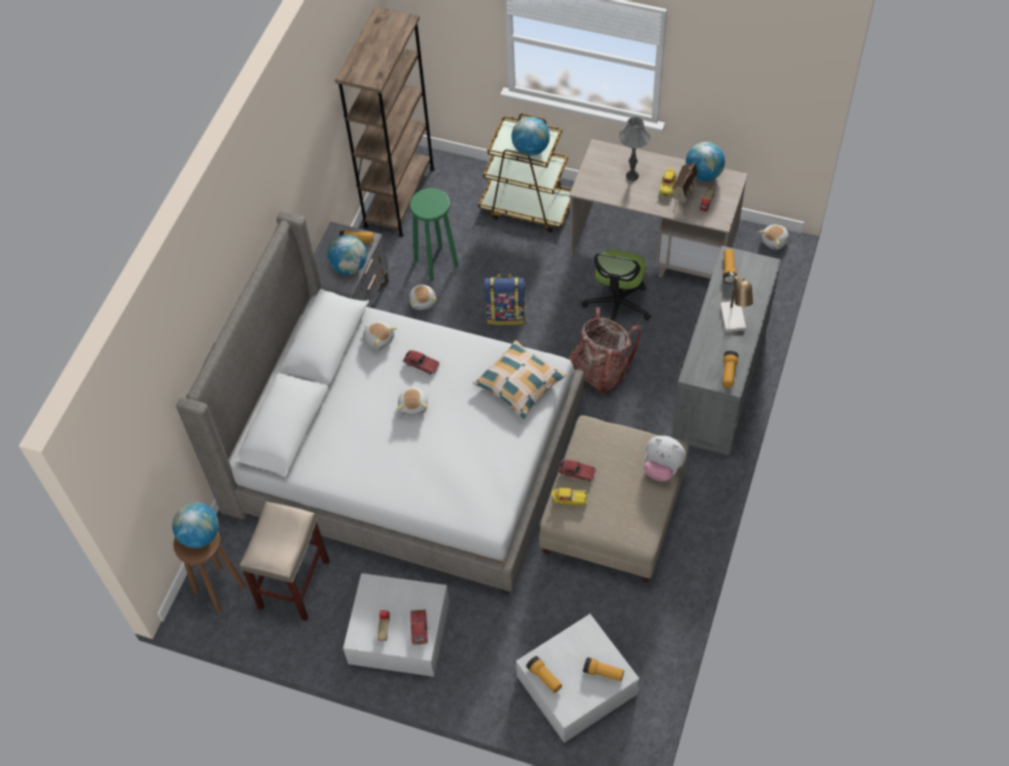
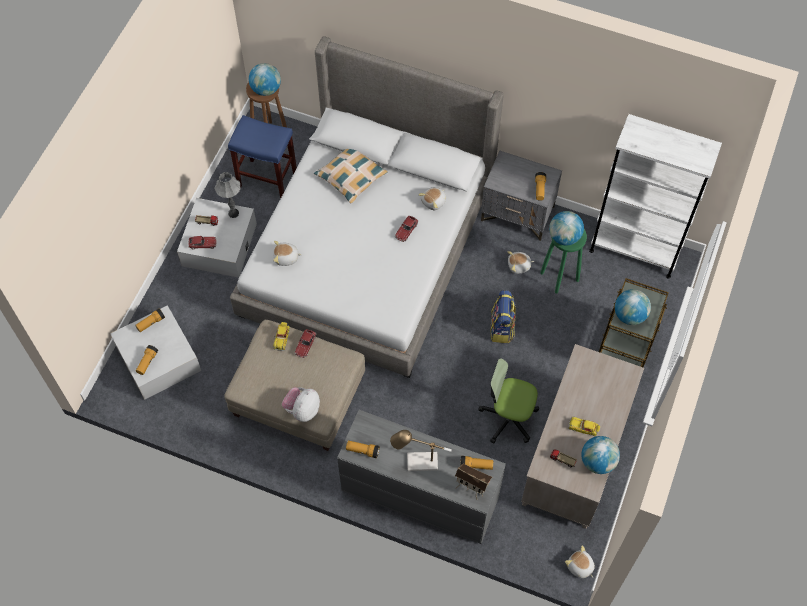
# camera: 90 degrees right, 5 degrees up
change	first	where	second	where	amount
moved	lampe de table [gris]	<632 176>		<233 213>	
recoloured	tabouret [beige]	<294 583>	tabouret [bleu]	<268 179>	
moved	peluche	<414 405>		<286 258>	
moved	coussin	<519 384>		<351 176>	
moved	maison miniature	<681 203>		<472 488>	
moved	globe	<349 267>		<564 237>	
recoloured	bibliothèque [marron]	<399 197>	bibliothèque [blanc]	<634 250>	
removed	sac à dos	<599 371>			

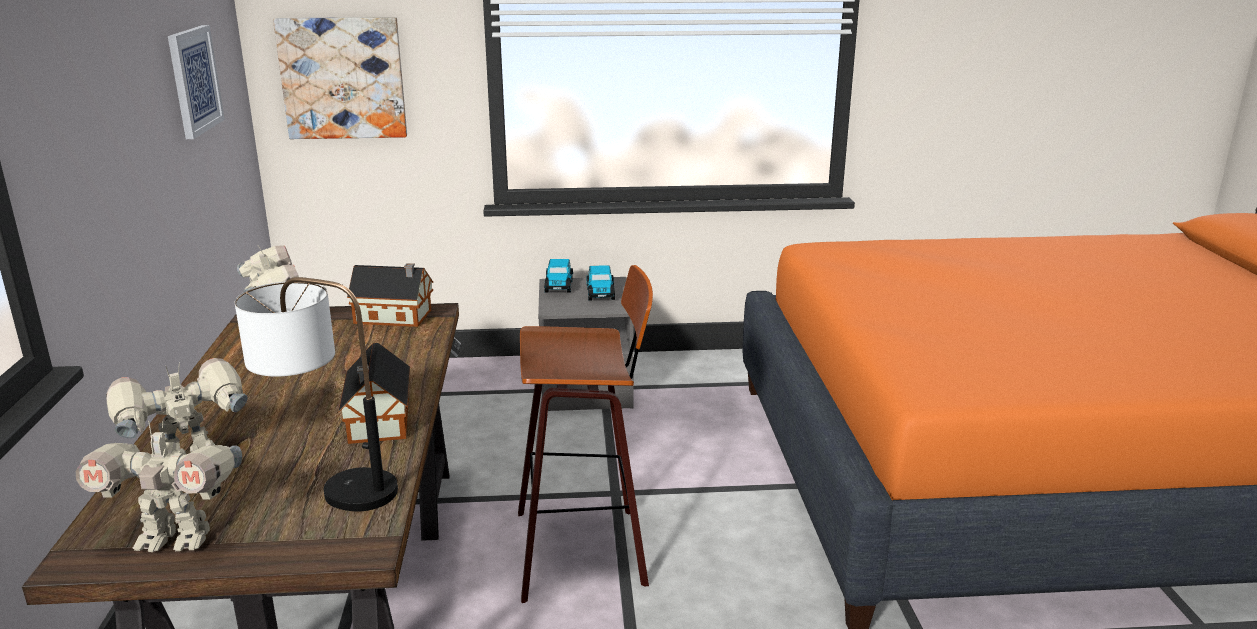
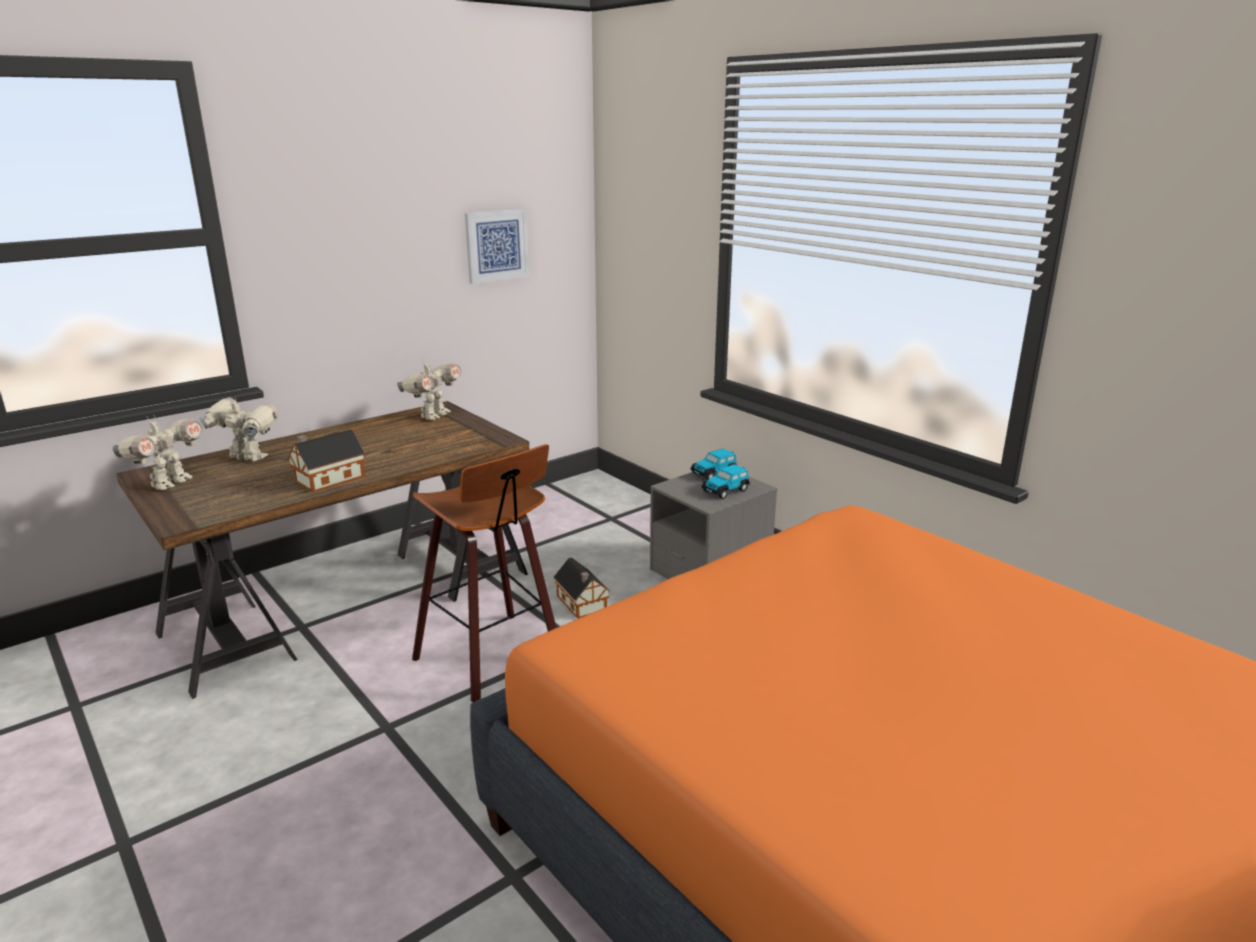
# camera: 55 degrees right, 0 degrees up
change	first	where	second	where	amount
turned	robot jouet	<176 539>		<169 483>	120 degrees counterclockwise
moved	maison miniature	<396 317>		<582 604>	
removed	lampe de table	<330 485>			
removed	tableau	<343 78>			

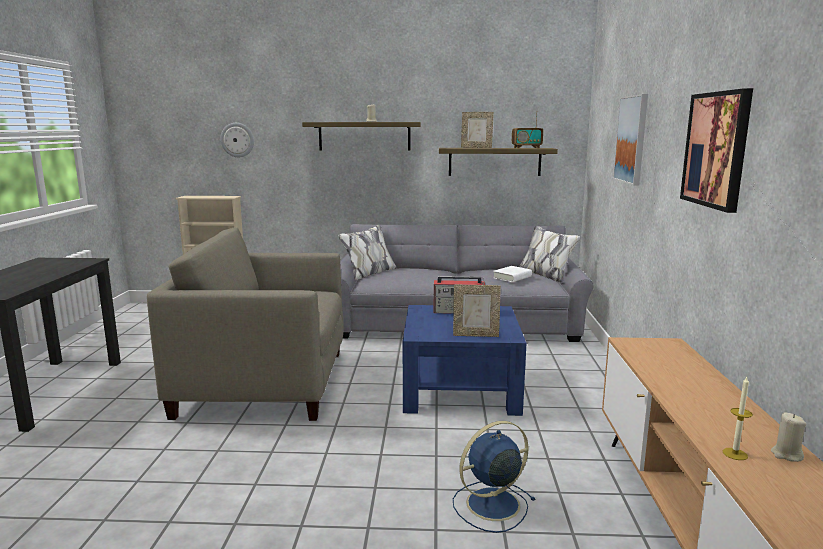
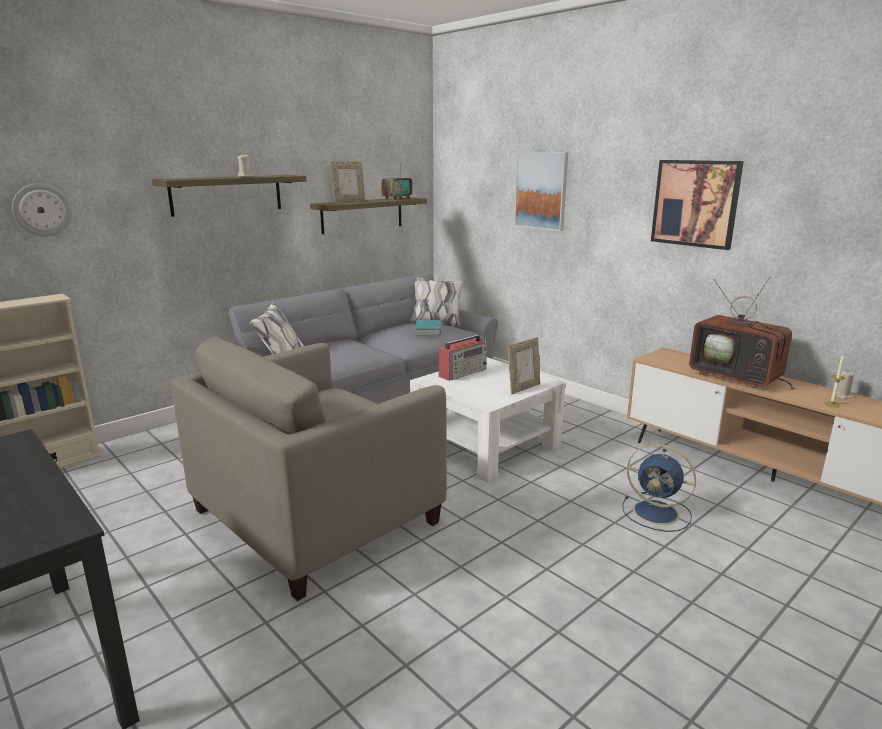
# camera: 45 degrees left, 5 degrees up
change	first	where	second	where	amount
recoloured	table basse [bleu]	<460 388>	table basse [blanc]	<485 445>	
recoloured	livre [blanc]	<512 277>	livre [turquoise]	<428 331>	
turned	ventilateur [bleu]	<491 505>		<658 513>	75 degrees counterclockwise
added			téléviseur	<738 377>	

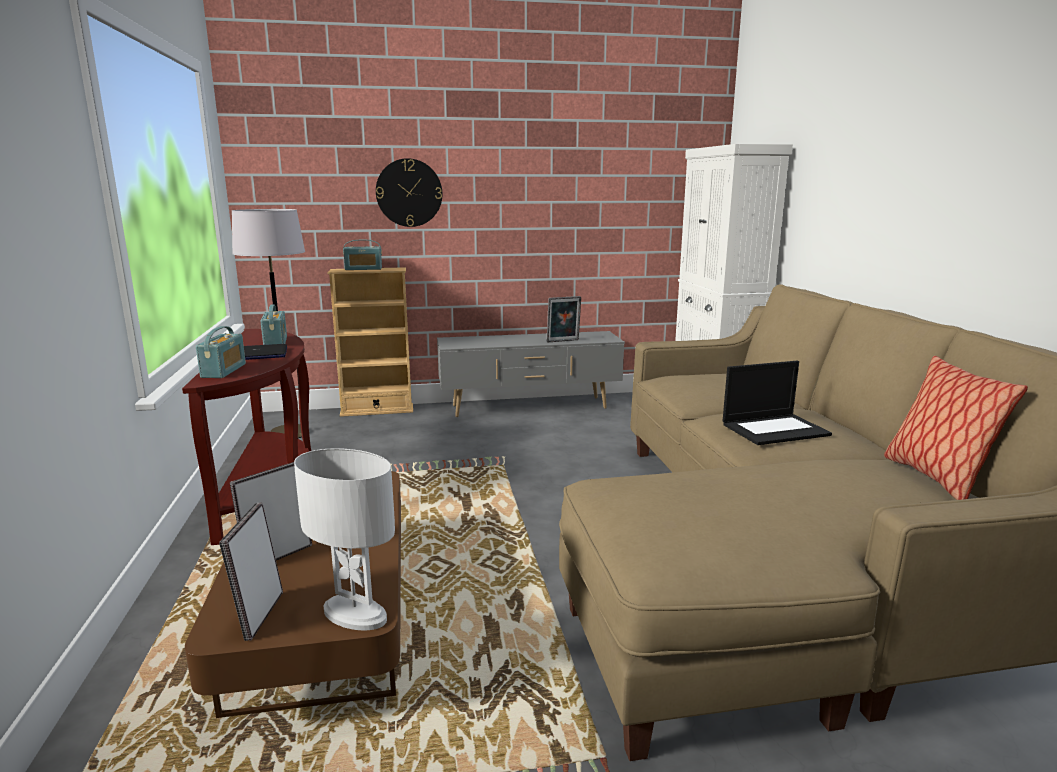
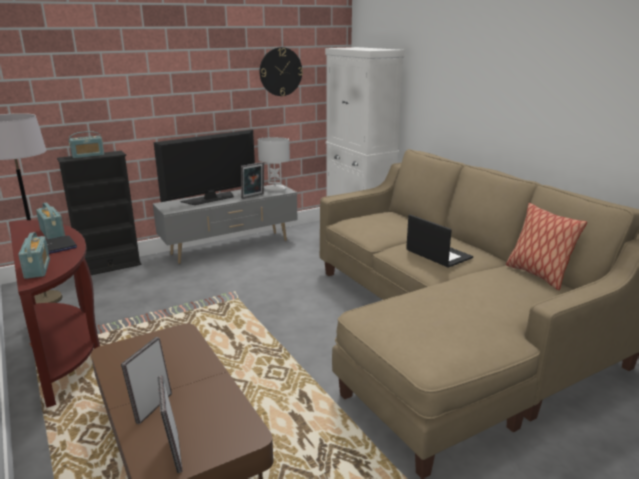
# camera: 20 degrees left, 5 degrees up
change	first	where	second	where	amount
recoloured	bibliothèque [beige]	<377 410>	bibliothèque [noir]	<110 267>	
added			téléviseur	<210 199>	
moved	lampe de table [blanc]	<356 614>		<275 189>	
moved	horloge murale	<409 193>		<280 71>	
turned	ordinateur portable	<775 429>		<437 254>	90 degrees counterclockwise

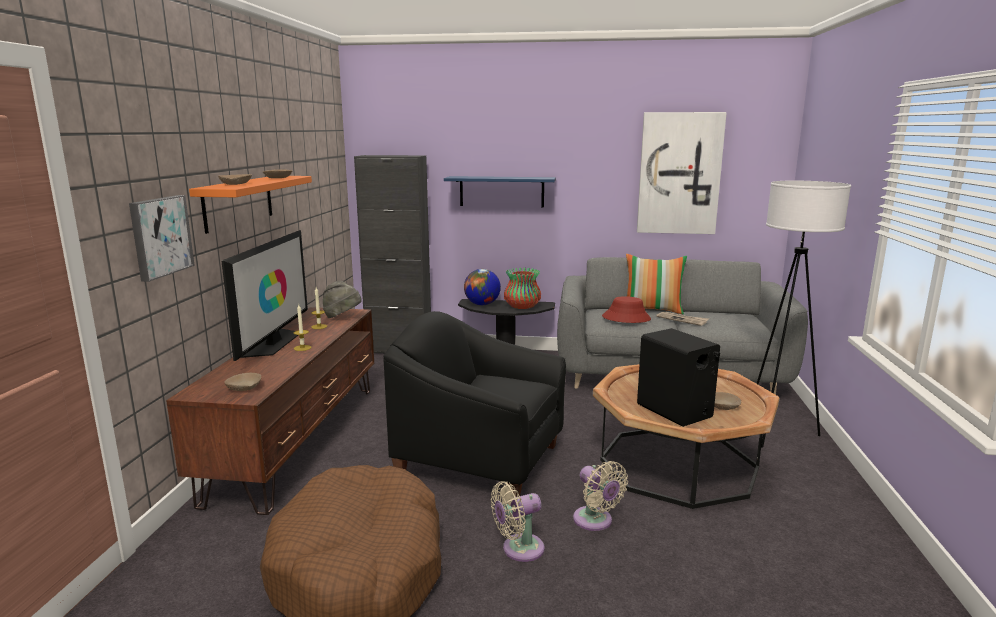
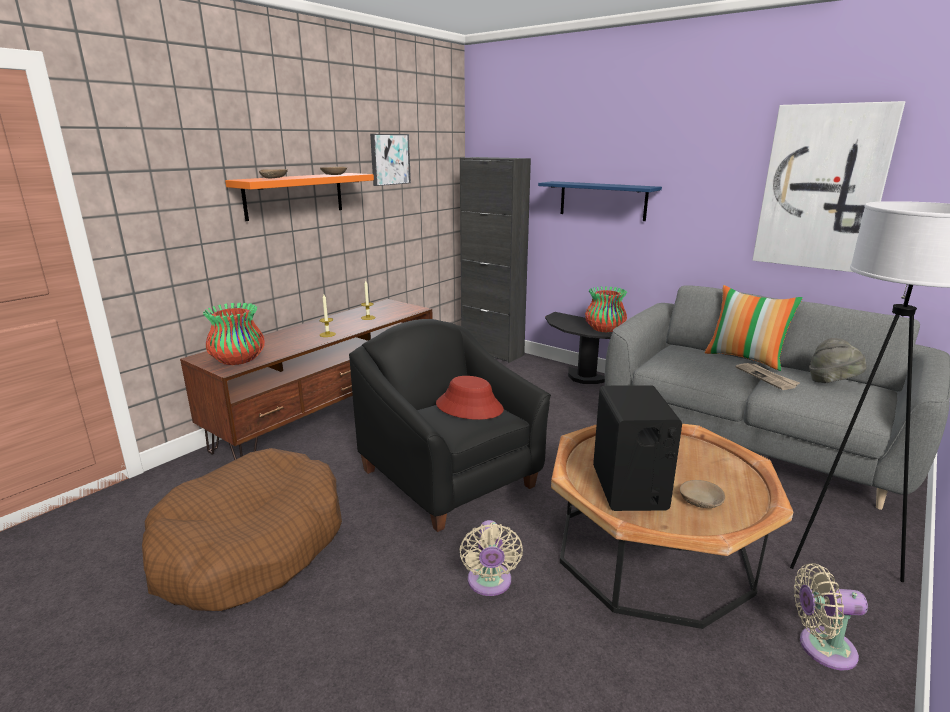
# camera: 30 degrees right, 5 degrees up
change	first	where	second	where	amount
replaced	bol [beige]	<244 388>	vase	<238 360>	
moved	tableau	<160 236>		<389 159>	
moved	chapeau [rouge]	<626 318>		<469 407>	
moved	ventilateur [beige]	<519 549>		<821 647>	
moved	chapeau [gris]	<342 317>		<832 383>	
removed	téléviseur	<273 343>			
removed	globe	<482 304>			

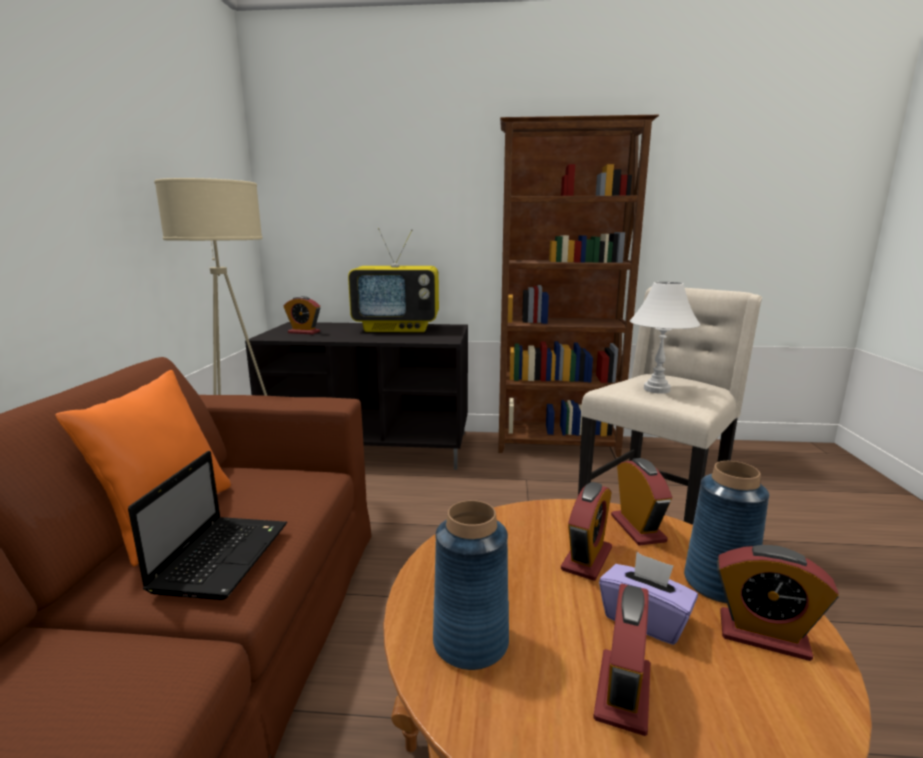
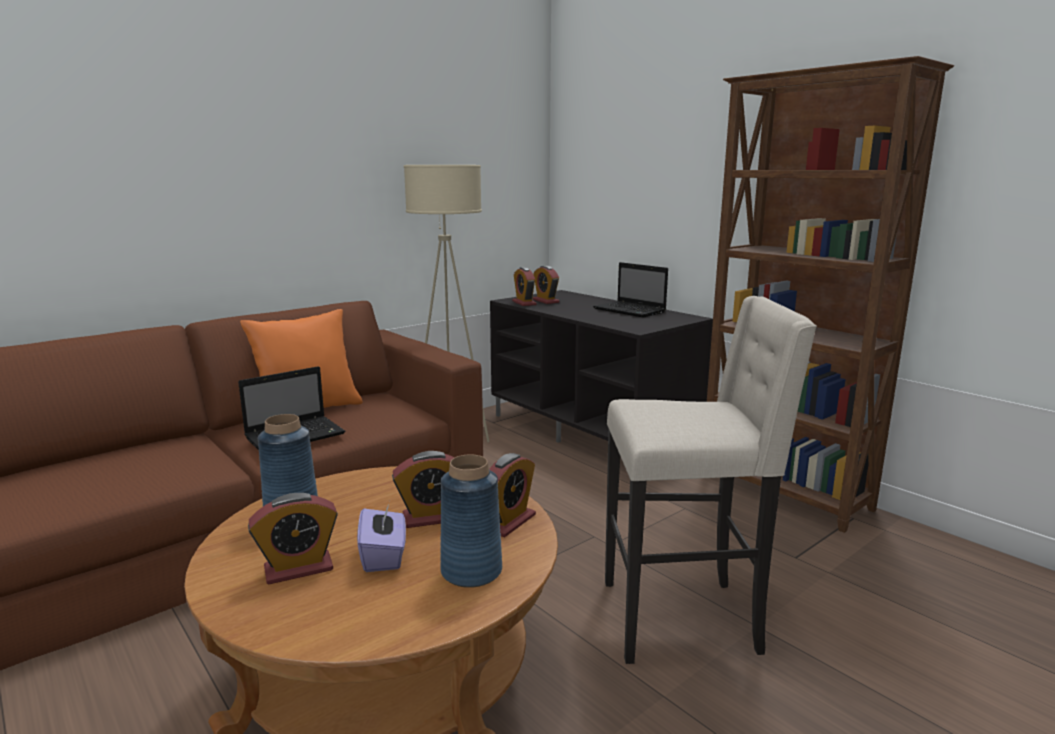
# camera: 45 degrees right, 0 degrees up
change	first	where	second	where	amount
moved	réveil	<763 635>		<524 303>	
replaced	téléviseur	<398 328>	ordinateur portable	<631 310>	
removed	lampe de table [blanc]	<657 389>			

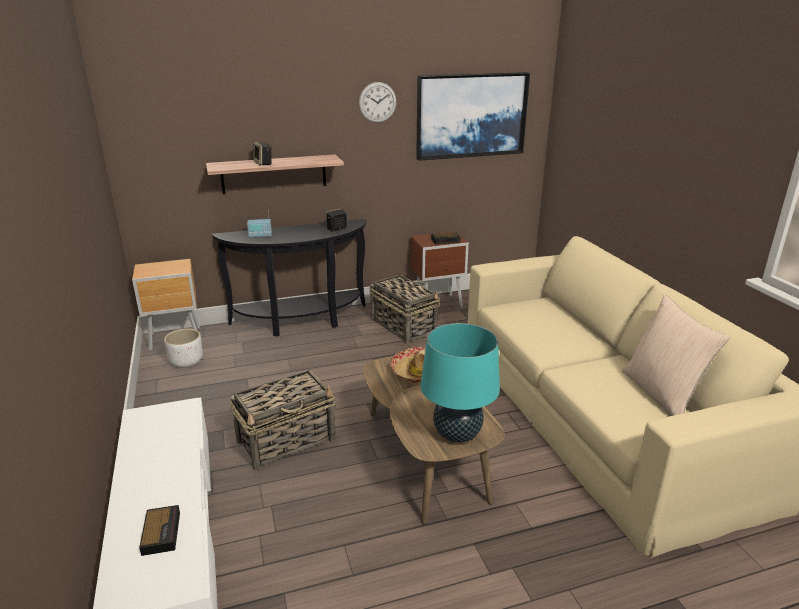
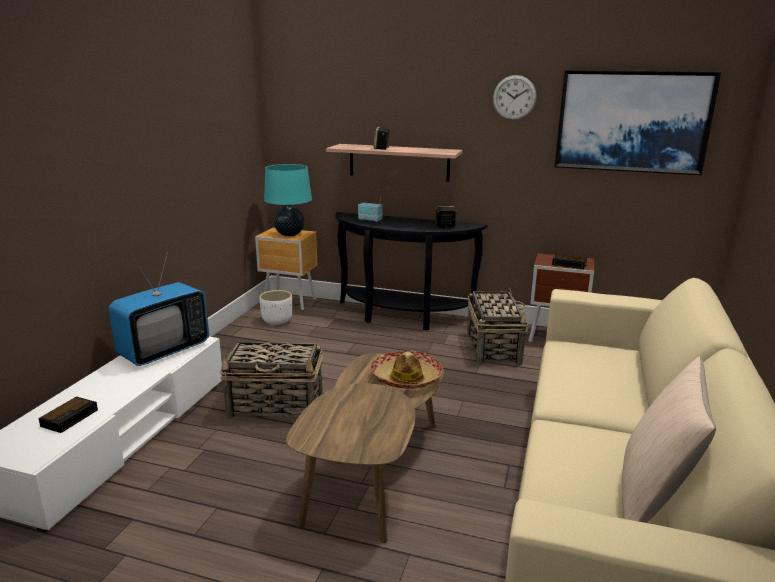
# camera: 35 degrees right, 5 degrees down
change	first	where	second	where	amount
added			téléviseur	<164 351>	
moved	lampe de table [turquoise]	<457 434>		<290 234>	

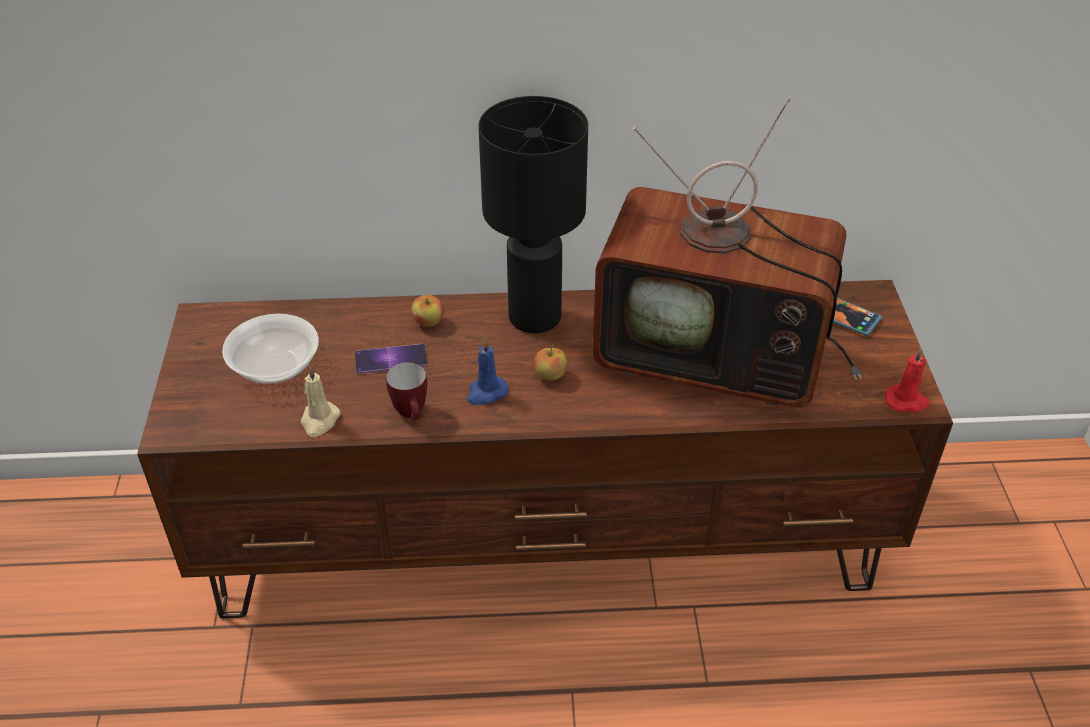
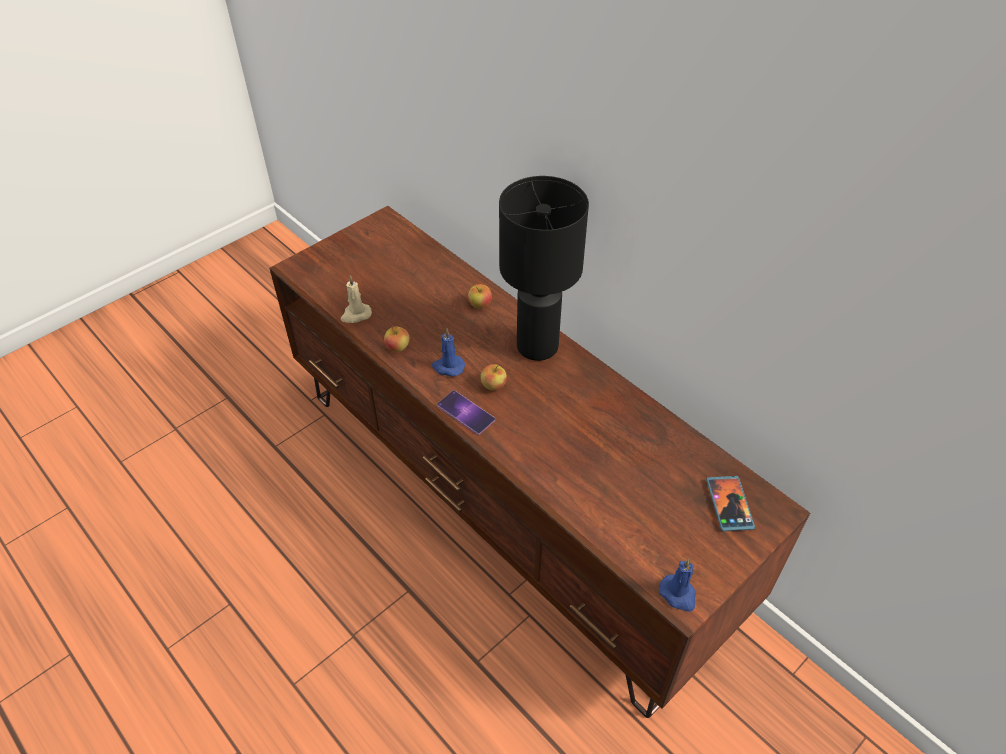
# camera: 50 degrees right, 5 degrees up
change	first	where	second	where	amount
replaced	mug	<412 415>	pomme	<397 348>	
moved	téléphone	<390 359>		<465 412>	
recoloured	bougie [rouge]	<906 401>	bougie [bleu]	<678 594>	
removed	bol	<275 366>			
removed	téléviseur	<718 354>			

